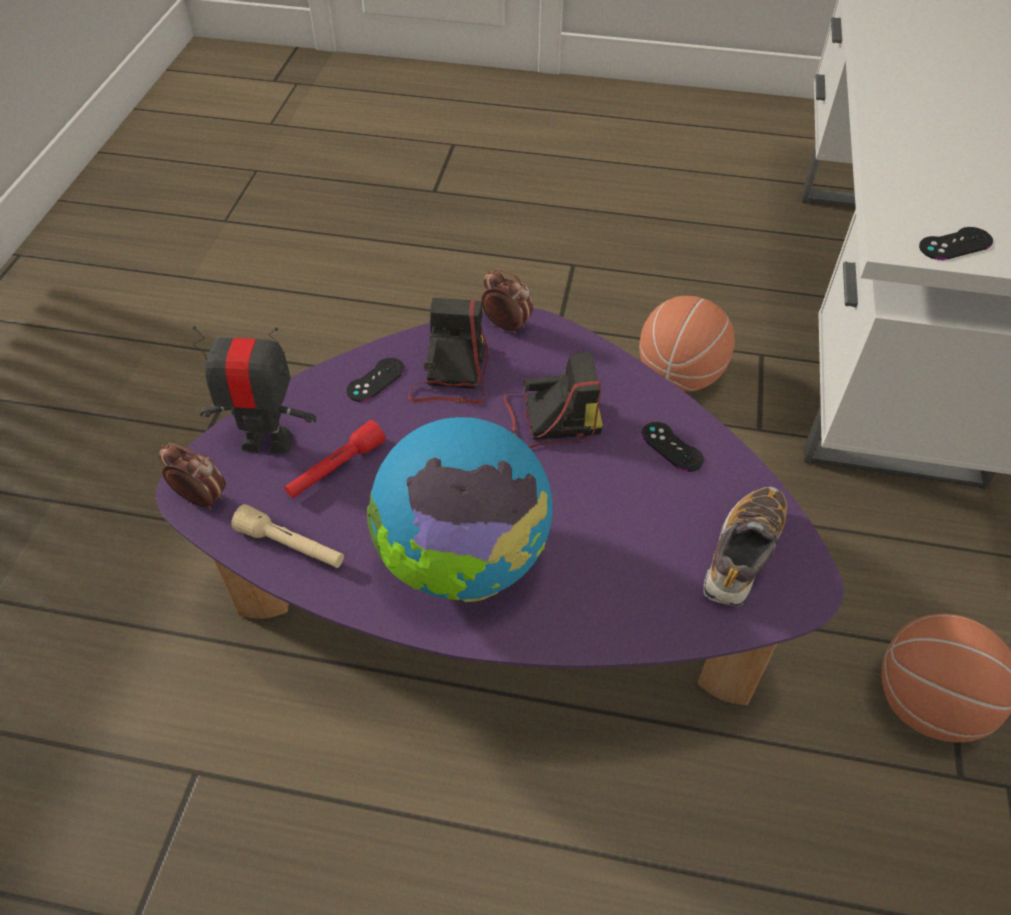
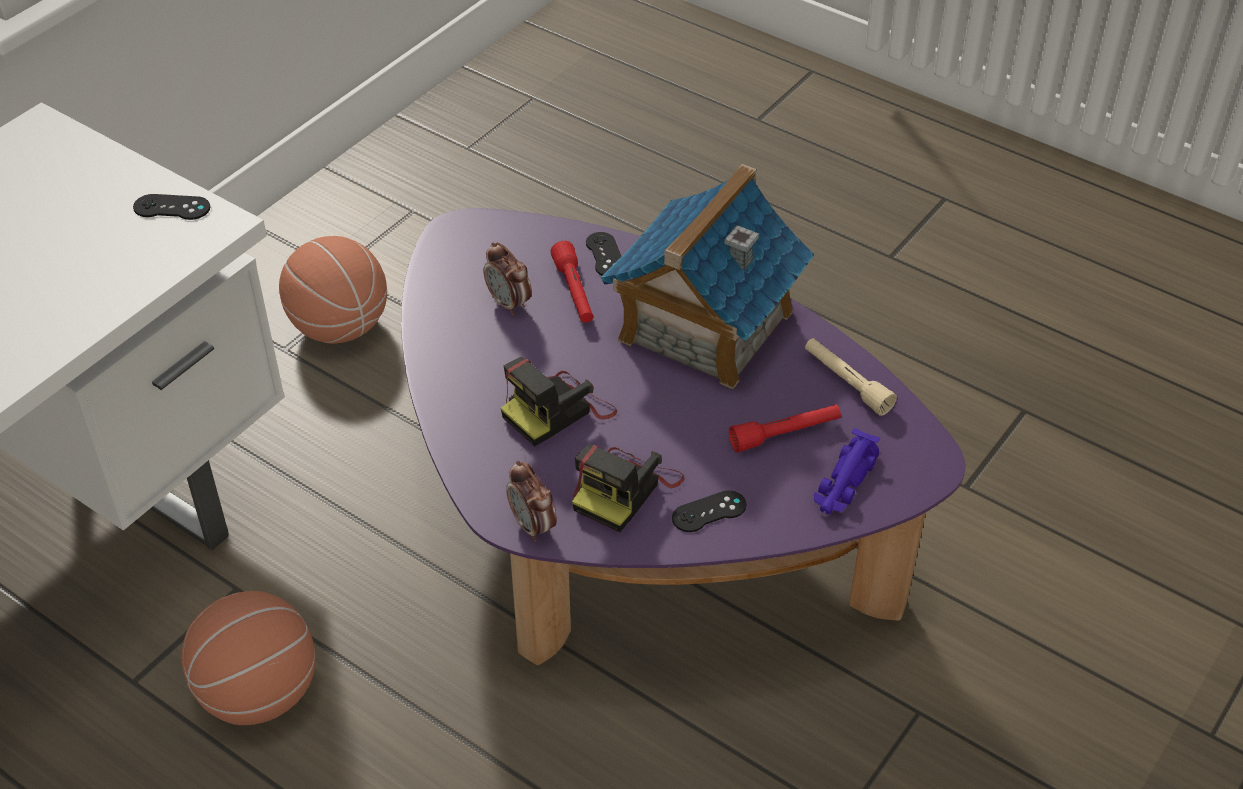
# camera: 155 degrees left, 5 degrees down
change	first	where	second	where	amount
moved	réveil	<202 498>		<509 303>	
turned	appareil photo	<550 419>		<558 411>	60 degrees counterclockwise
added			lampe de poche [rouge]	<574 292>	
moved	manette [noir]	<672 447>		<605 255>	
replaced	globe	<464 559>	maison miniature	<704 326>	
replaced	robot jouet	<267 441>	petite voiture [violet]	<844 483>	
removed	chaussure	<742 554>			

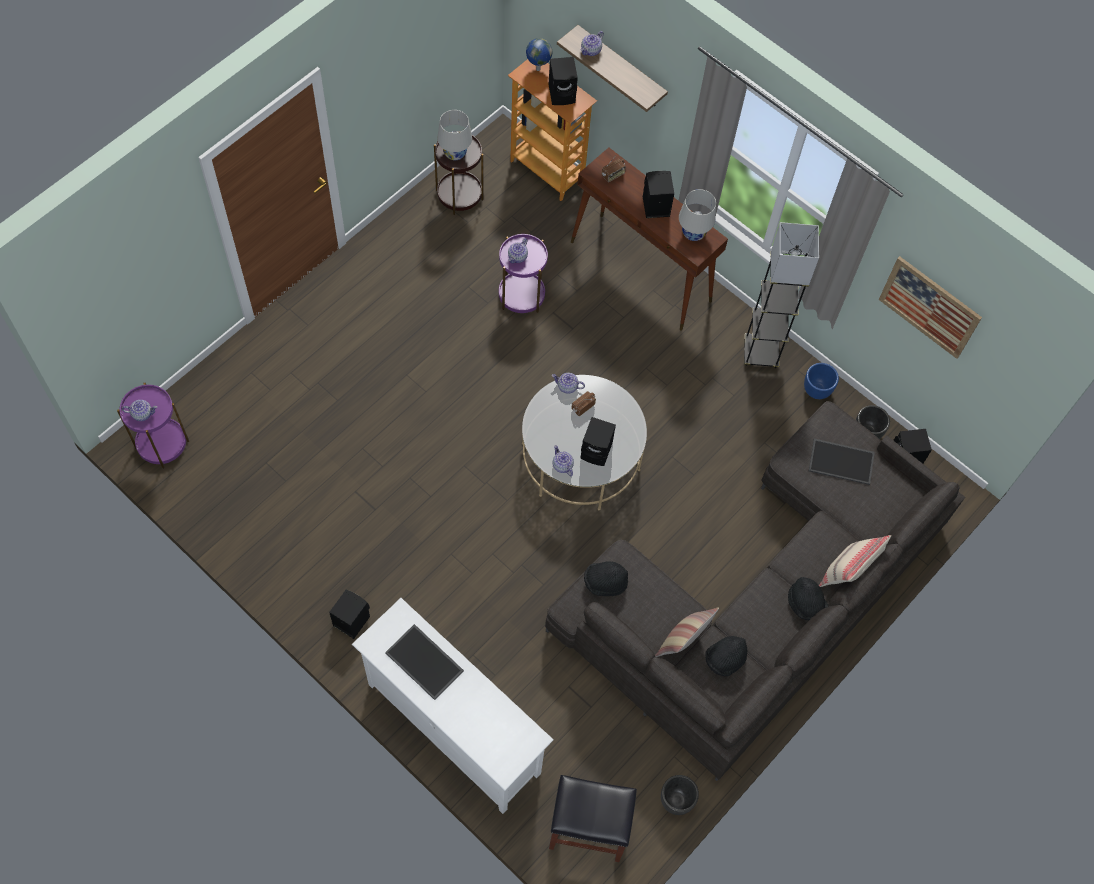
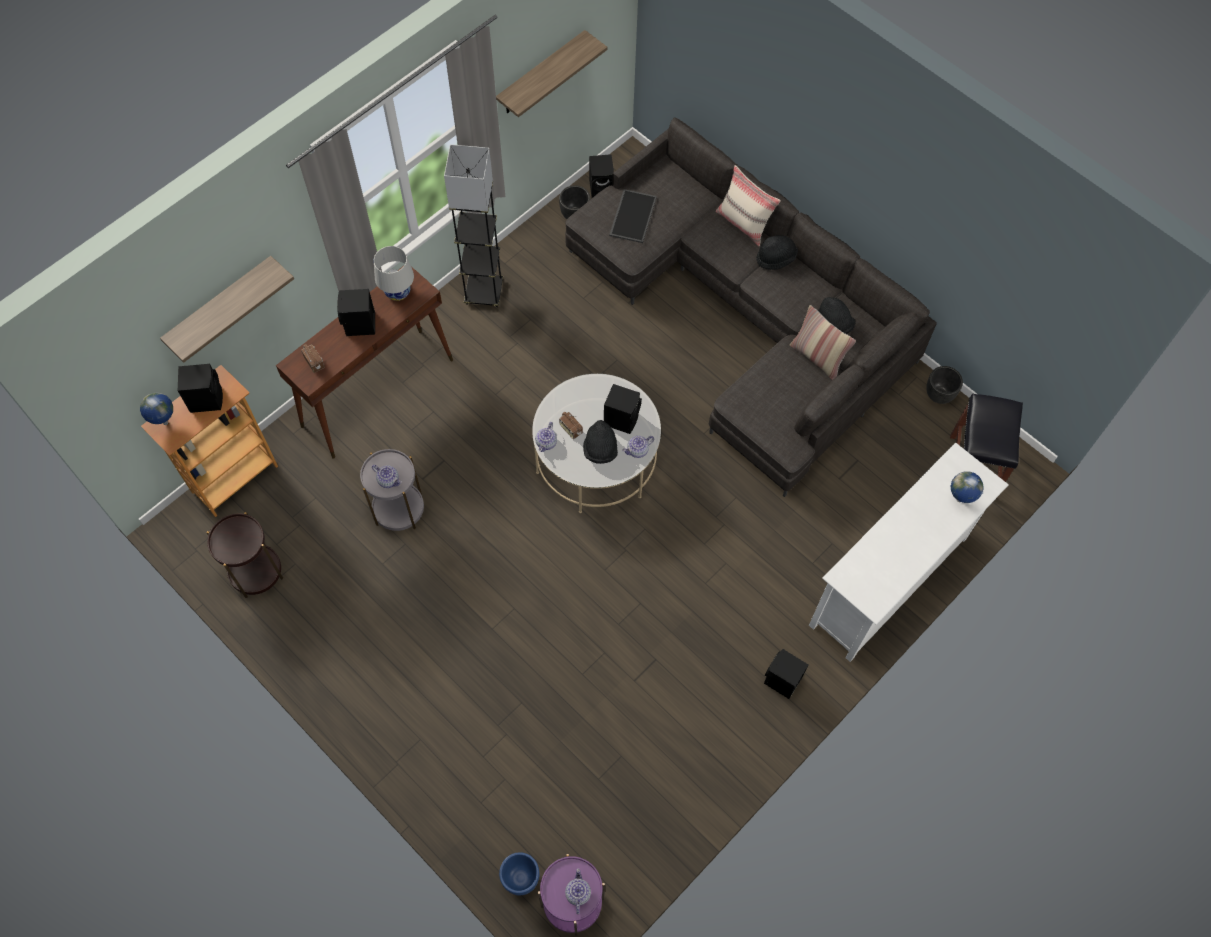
# camera: 85 degrees left, 0 degrees up
change	first	where	second	where	amount
recoloured	table d'appoint [violet]	<521 295>	table d'appoint [gris]	<398 509>	
replaced	tableau	<929 307>	étagère	<541 74>	
moved	cache-pot [bleu]	<816 390>		<520 878>	
moved	chapeau [noir]	<605 582>		<600 449>	
added			globe	<959 500>	
removed	plateau	<425 661>			
removed	lampe de table [blanc]	<455 153>			
removed	théière	<591 50>			

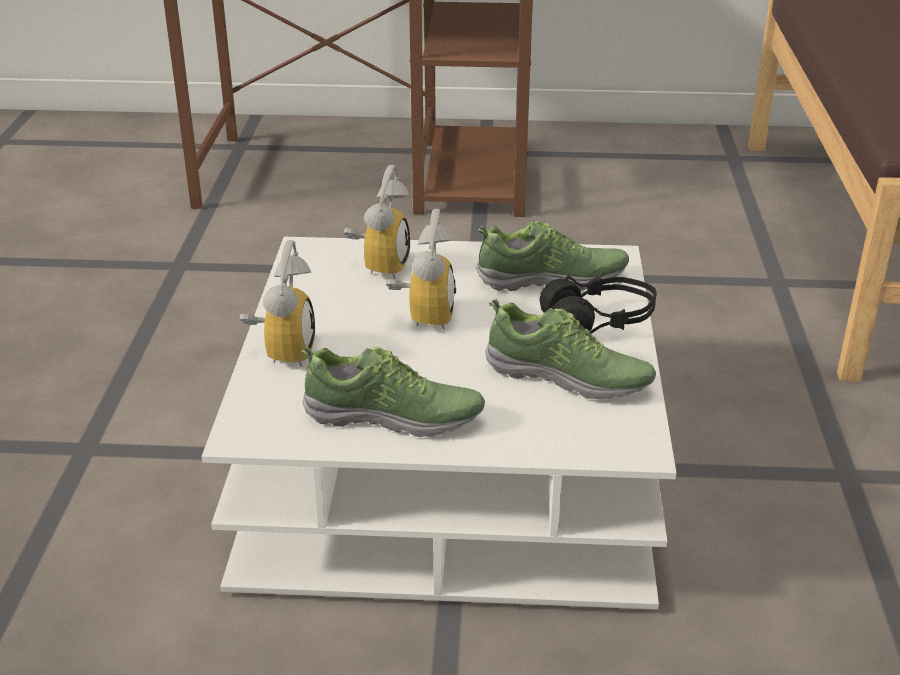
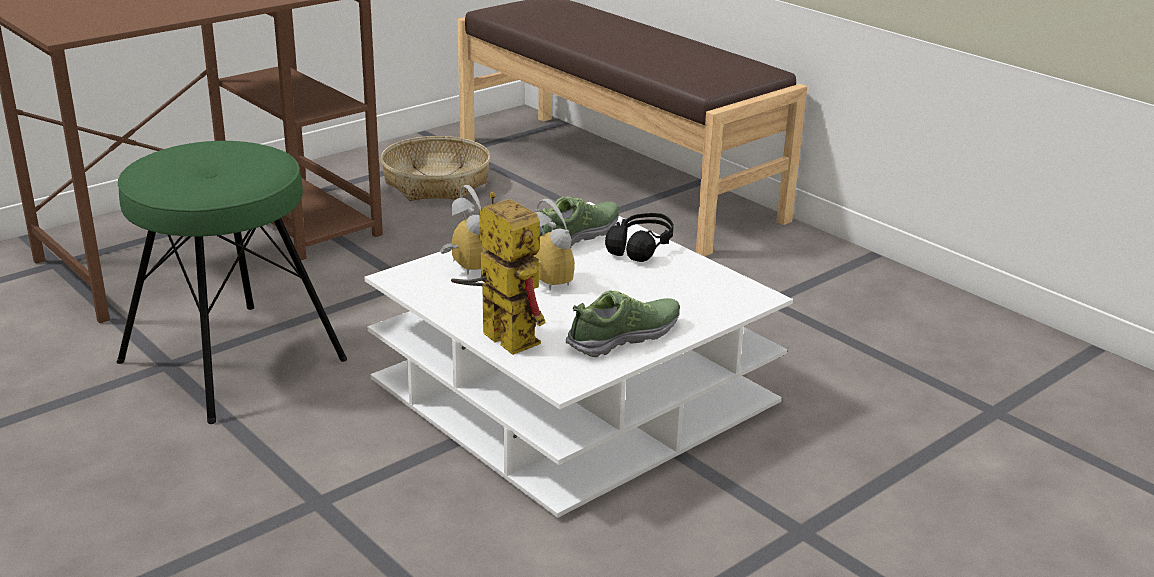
# camera: 45 degrees left, 5 degrees down
change	first	where	second	where	amount
added			tabouret [vert]	<233 361>	
added			panier	<436 183>	
replaced	réveil	<282 351>	robot jouet	<498 335>	
removed	chaussure	<568 377>			

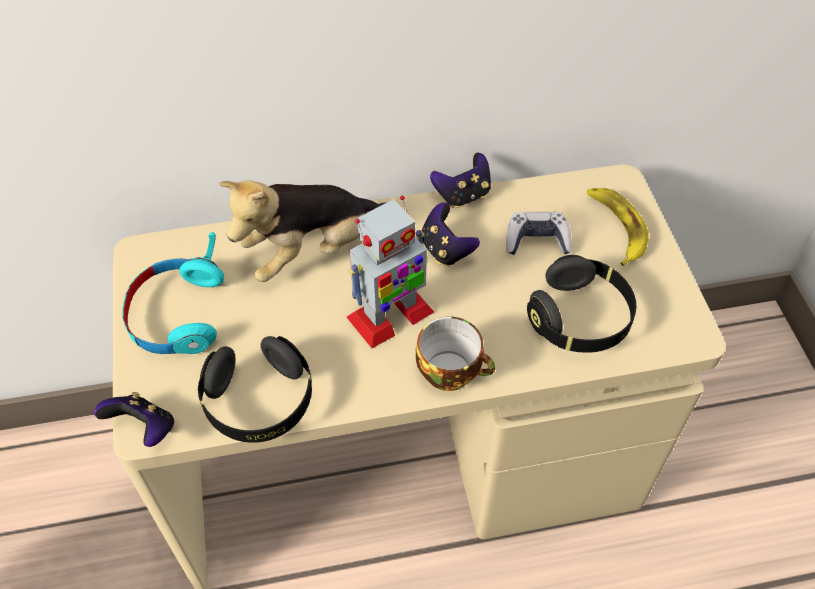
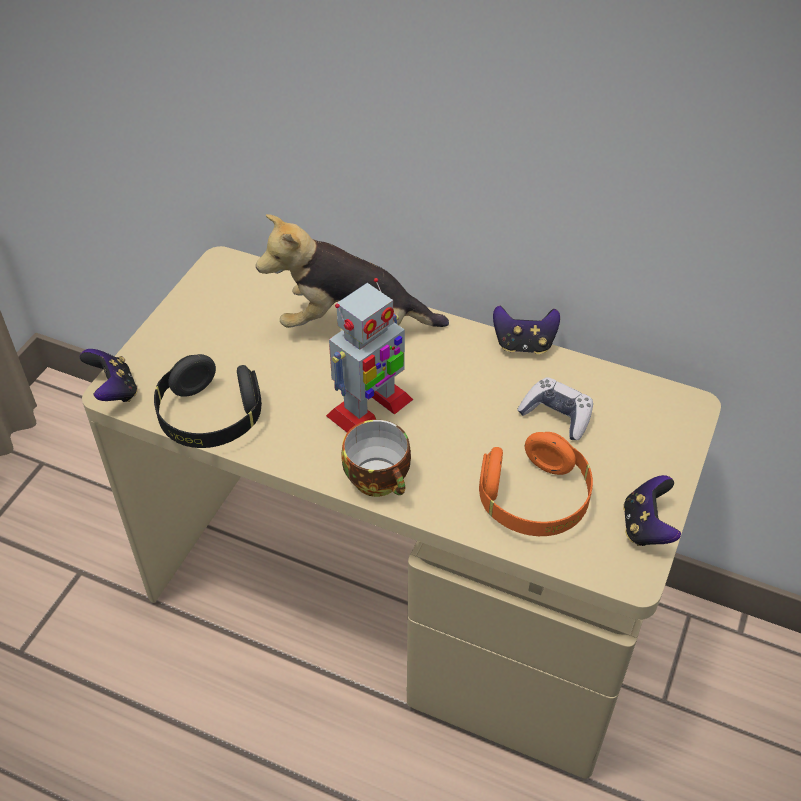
# camera: 35 degrees right, 5 degrees down
change	first	where	second	where	amount
turned	robot jouet	<390 315>		<369 409>	45 degrees counterclockwise
recoloured	casque audio [noir]	<580 319>	casque audio [orange]	<534 500>	
moved	manette	<445 250>		<646 527>	
removed	casque audio [turquoise]	<177 315>			
removed	banane	<616 227>			

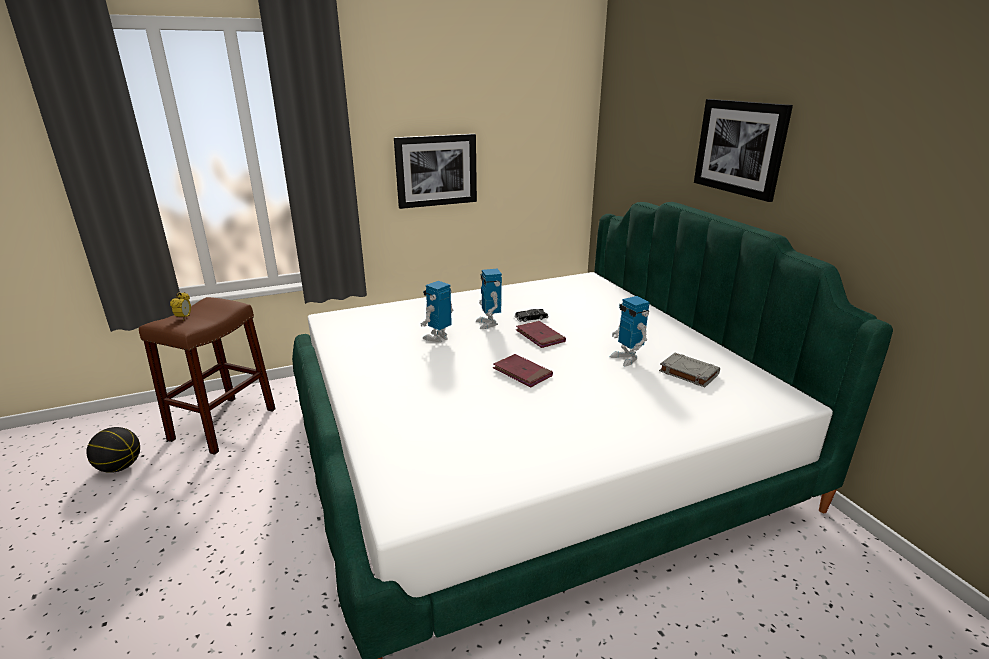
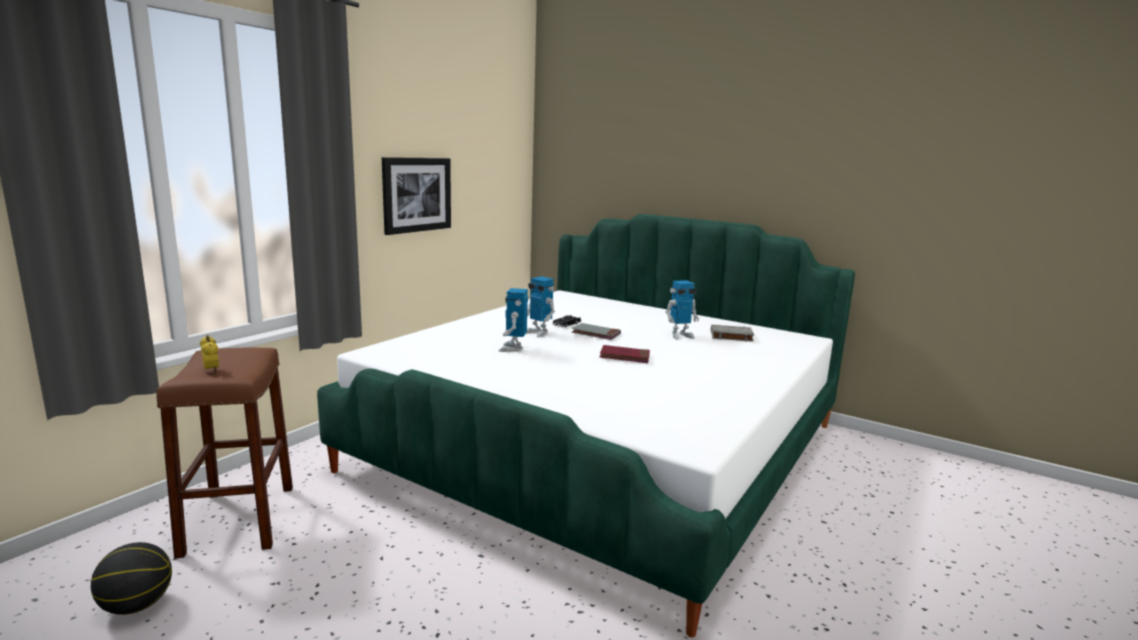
# camera: 35 degrees left, 10 degrees down
change	first	where	second	where	amount
recoloured	livre [rouge]	<540 336>	livre [gris]	<596 334>	
turned	robot jouet	<626 358>		<680 336>	45 degrees counterclockwise
removed	tableau	<740 148>			

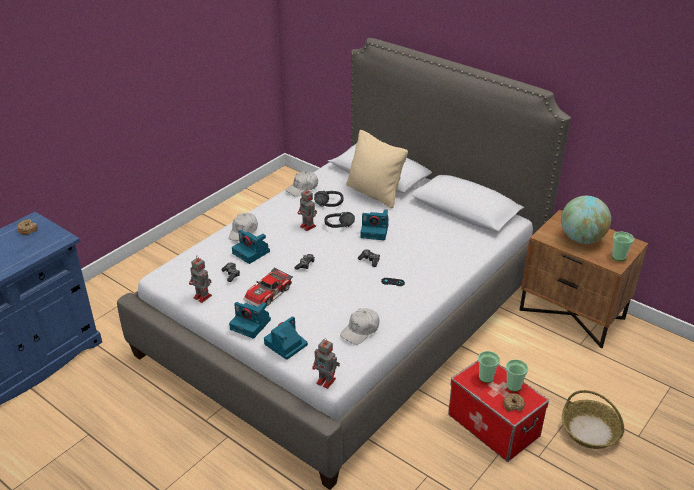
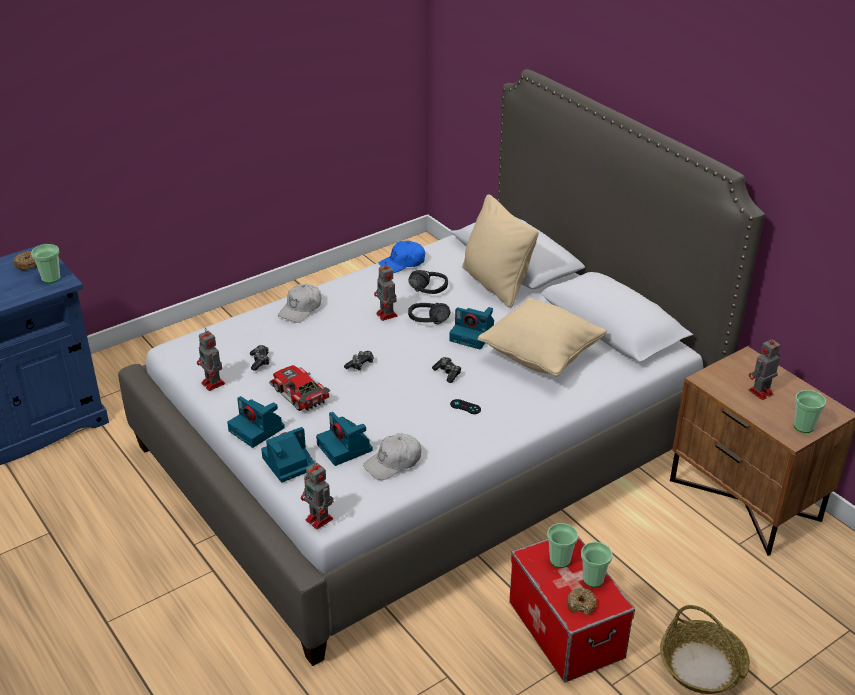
# camera: 15 degrees right, 0 degrees up
change	first	where	second	where	amount
added			tasse	<51 278>	
turned	petite voiture	<269 294>		<298 395>	90 degrees clockwise
moved	appareil photo	<252 252>		<345 448>	
recoloured	casquette [blanc]	<302 188>	casquette [bleu]	<402 263>	
added			coussin [beige]	<541 356>	
replaced	globe	<581 239>	robot jouet	<759 392>	

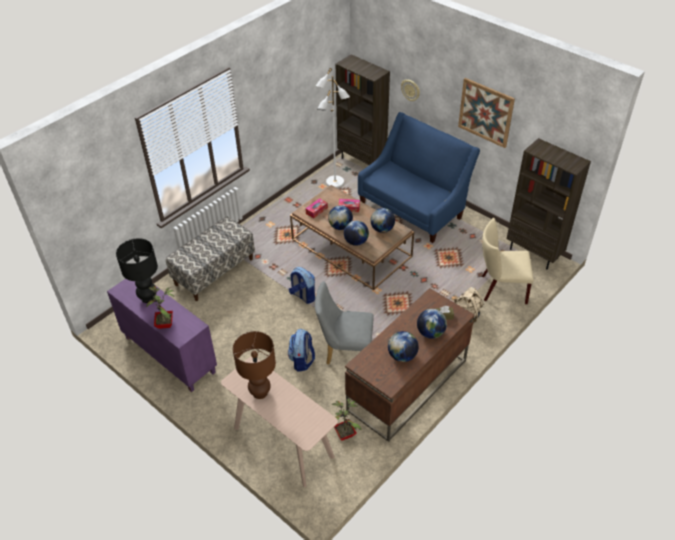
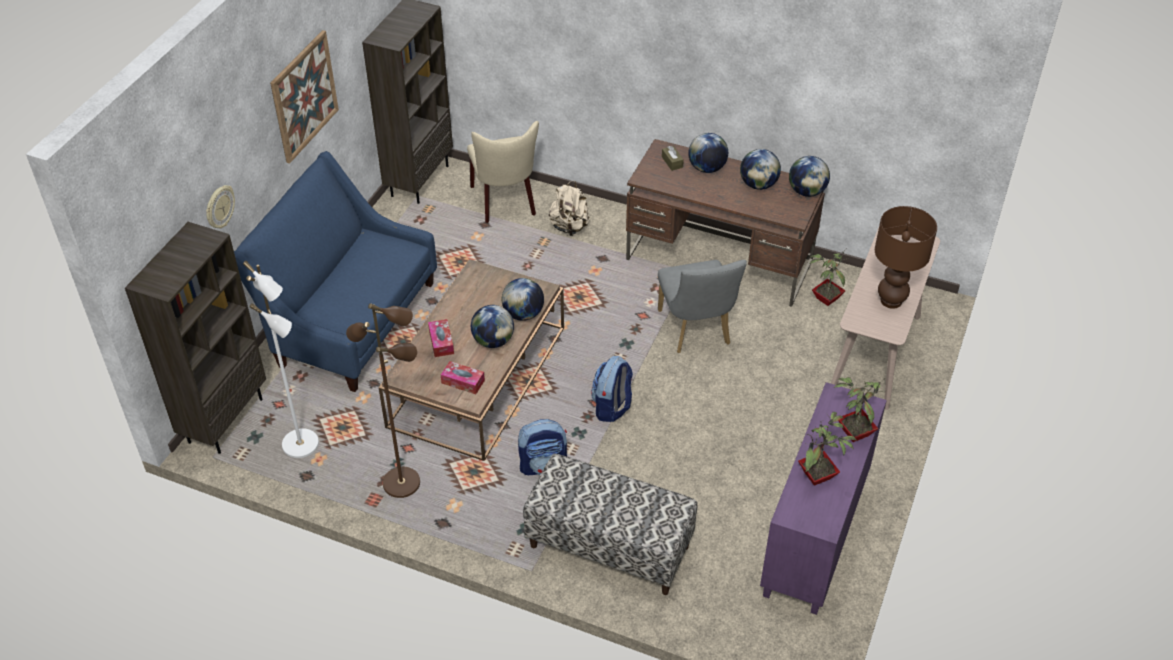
# camera: 110 degrees left, 0 degrees up
change	first	where	second	where	amount
added			lampadaire [marron]	<402 482>	
moved	sac à dos	<302 360>		<543 465>	
moved	globe	<382 229>		<807 191>	
replaced	lampe de table [noir]	<148 298>	plante en pot	<817 477>	

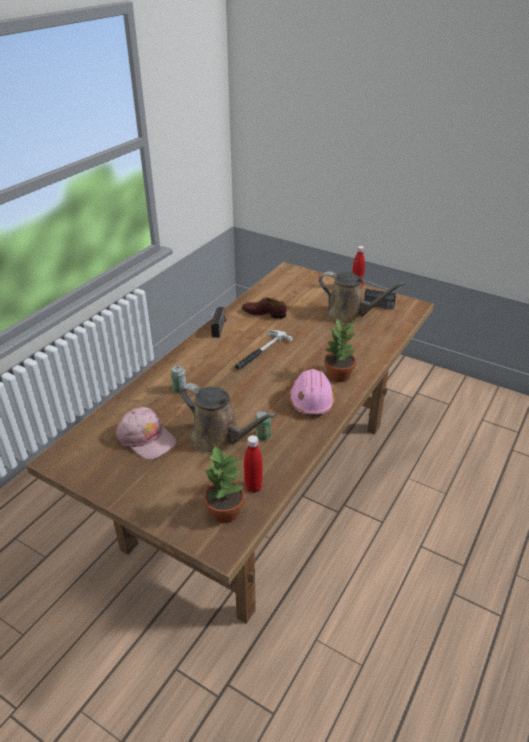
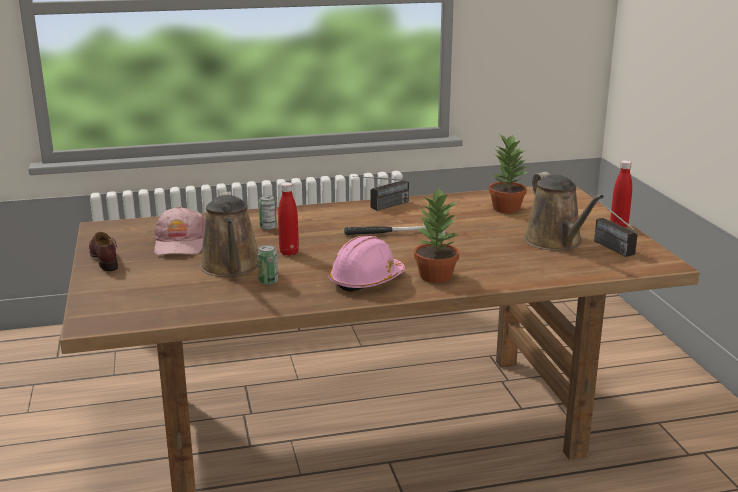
# camera: 45 degrees right, 15 degrees down
change	first	where	second	where	amount
moved	chaussure [marron]	<264 313>		<104 258>	
moved	bouteille [rouge]	<253 487>		<289 252>	
moved	plante en pot	<224 511>		<506 208>	

